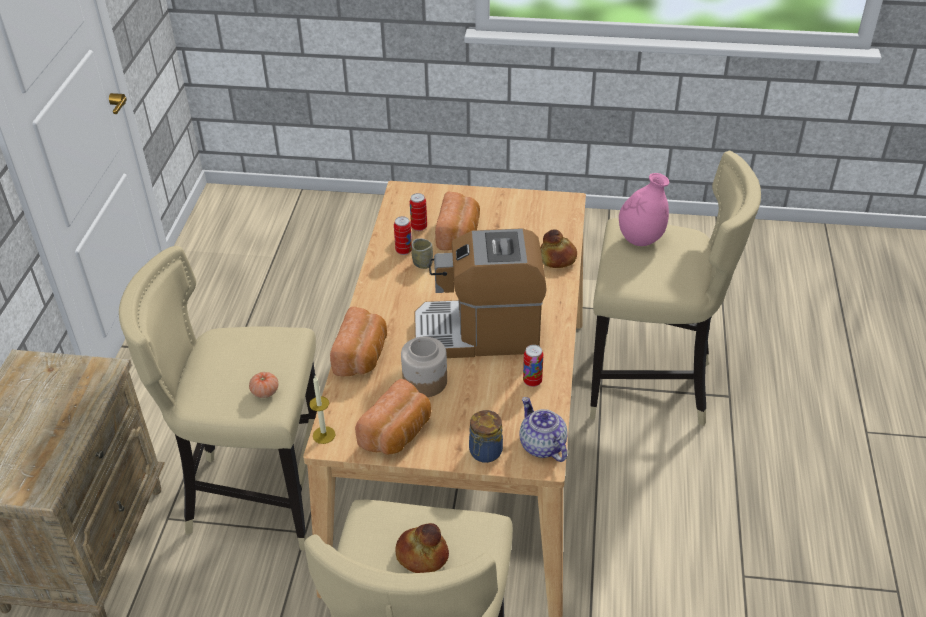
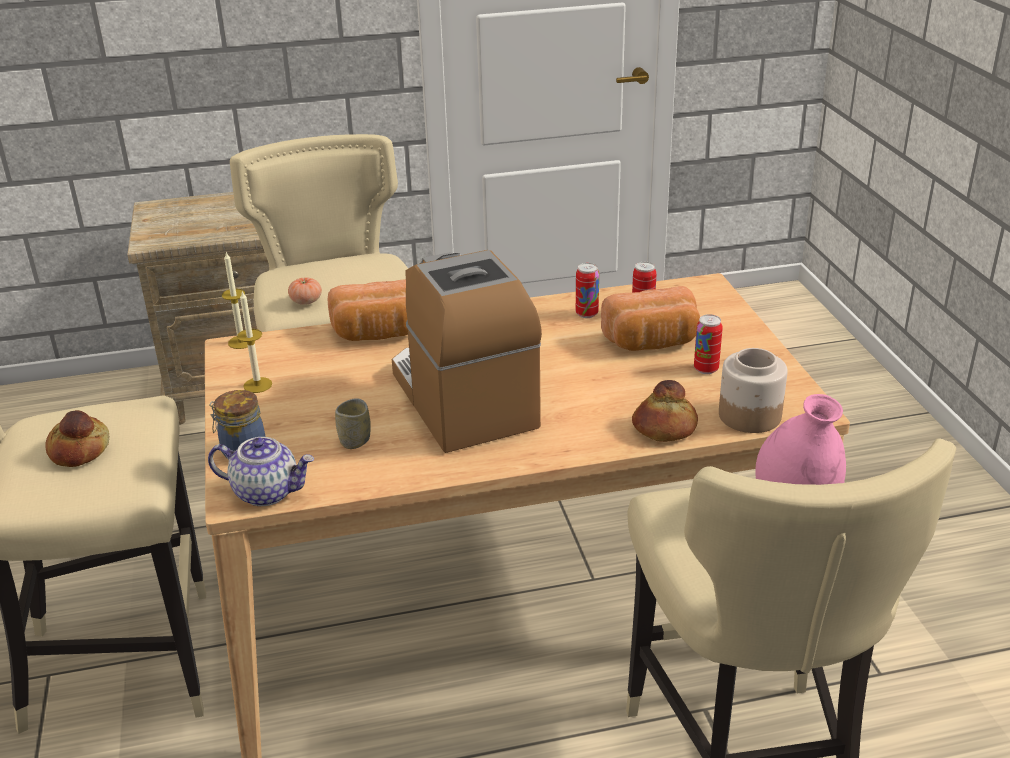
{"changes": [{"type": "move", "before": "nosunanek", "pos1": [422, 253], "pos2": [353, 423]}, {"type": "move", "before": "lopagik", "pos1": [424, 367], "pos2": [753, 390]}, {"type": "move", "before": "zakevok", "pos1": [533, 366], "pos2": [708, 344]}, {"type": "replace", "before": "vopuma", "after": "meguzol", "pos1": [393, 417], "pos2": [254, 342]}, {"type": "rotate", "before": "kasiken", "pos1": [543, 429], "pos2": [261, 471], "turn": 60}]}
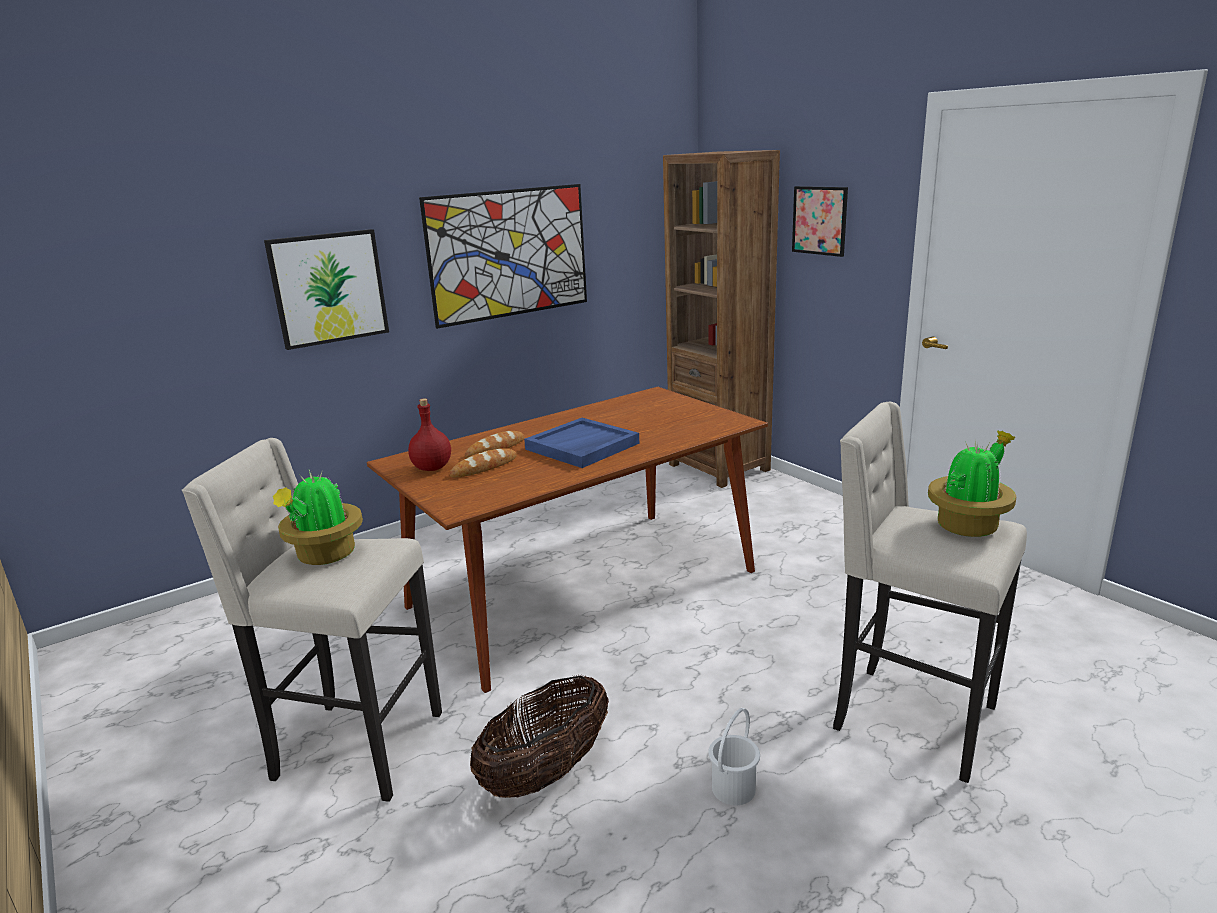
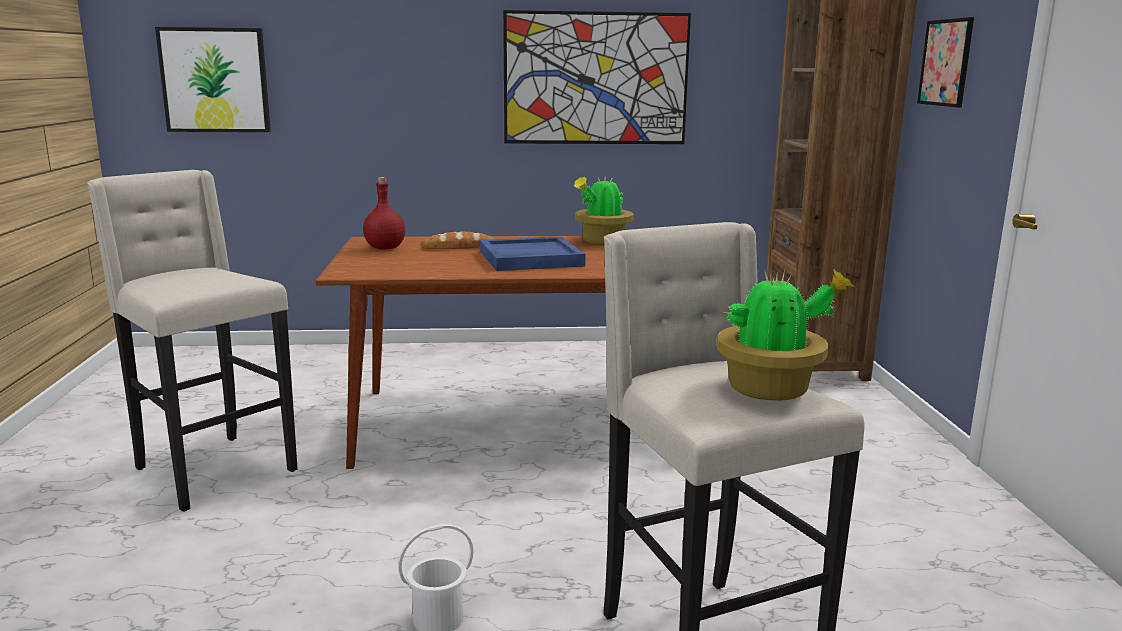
{"changes": [{"type": "move", "before": "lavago", "pos1": [326, 289], "pos2": [213, 79]}, {"type": "delete", "before": "vopuma", "pos1": [483, 463]}, {"type": "move", "before": "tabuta", "pos1": [318, 517], "pos2": [604, 209]}, {"type": "delete", "before": "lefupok", "pos1": [539, 736]}]}
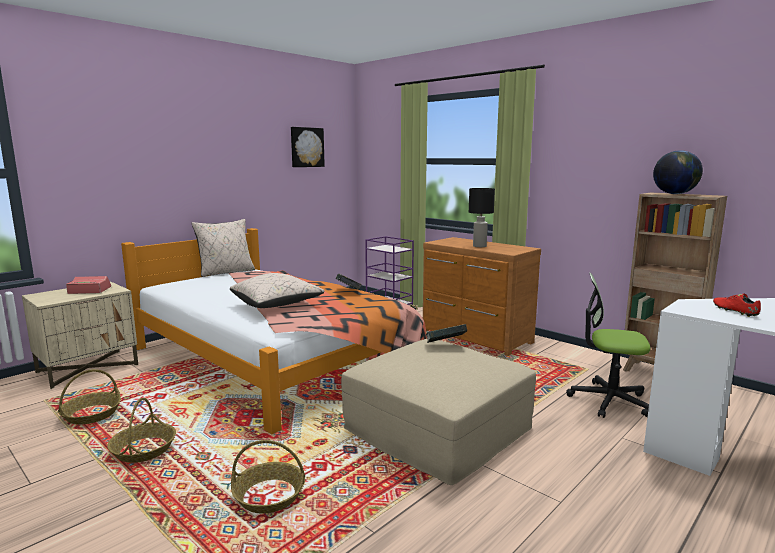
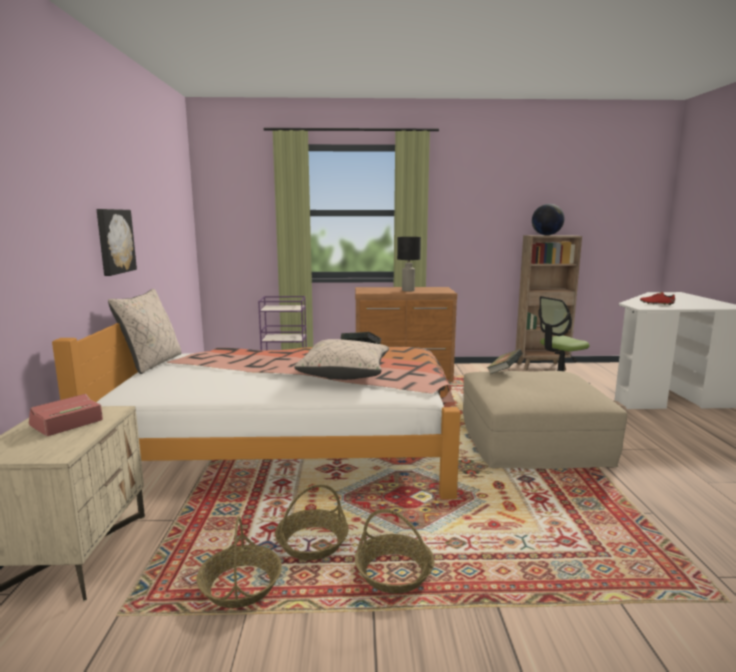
{"changes": [{"type": "move", "before": "lavago", "pos1": [308, 147], "pos2": [116, 242]}, {"type": "move", "before": "lefupok", "pos1": [268, 476], "pos2": [312, 522]}]}
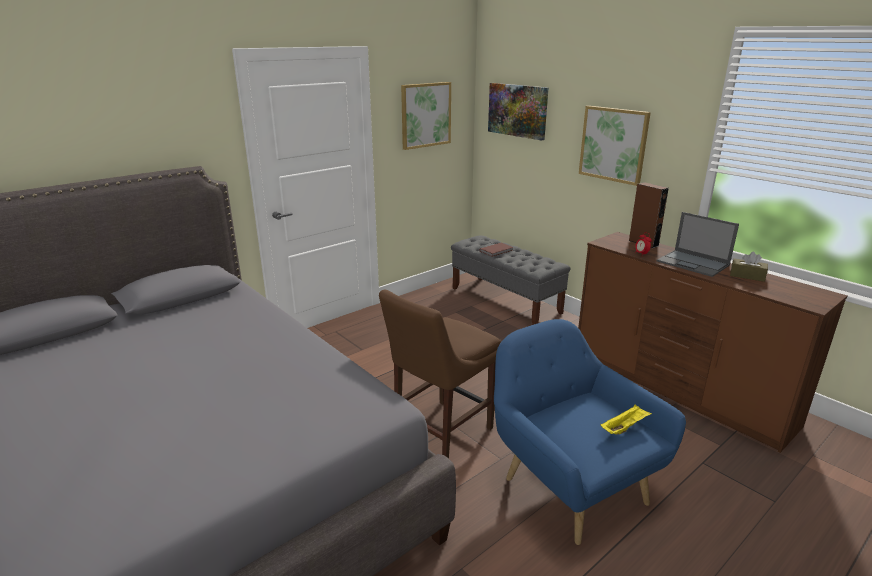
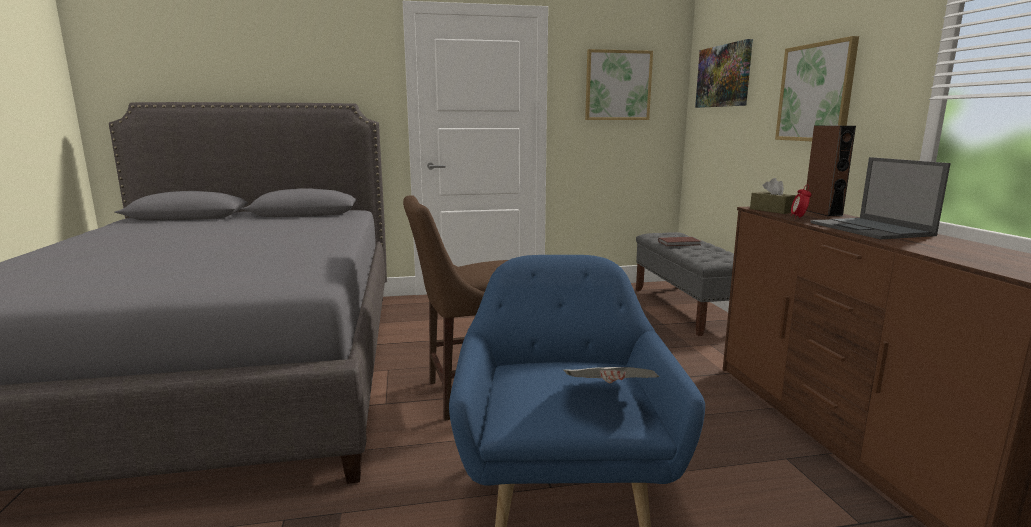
{"changes": [{"type": "move", "before": "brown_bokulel", "pos1": [749, 267], "pos2": [773, 196]}, {"type": "replace", "before": "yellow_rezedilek", "after": "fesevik", "pos1": [626, 419], "pos2": [612, 375]}]}
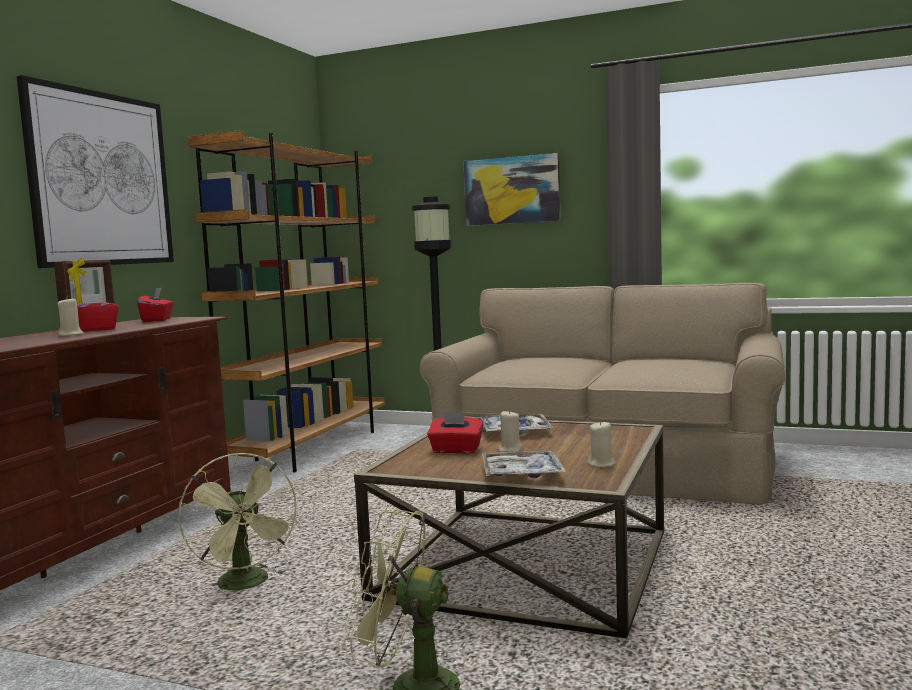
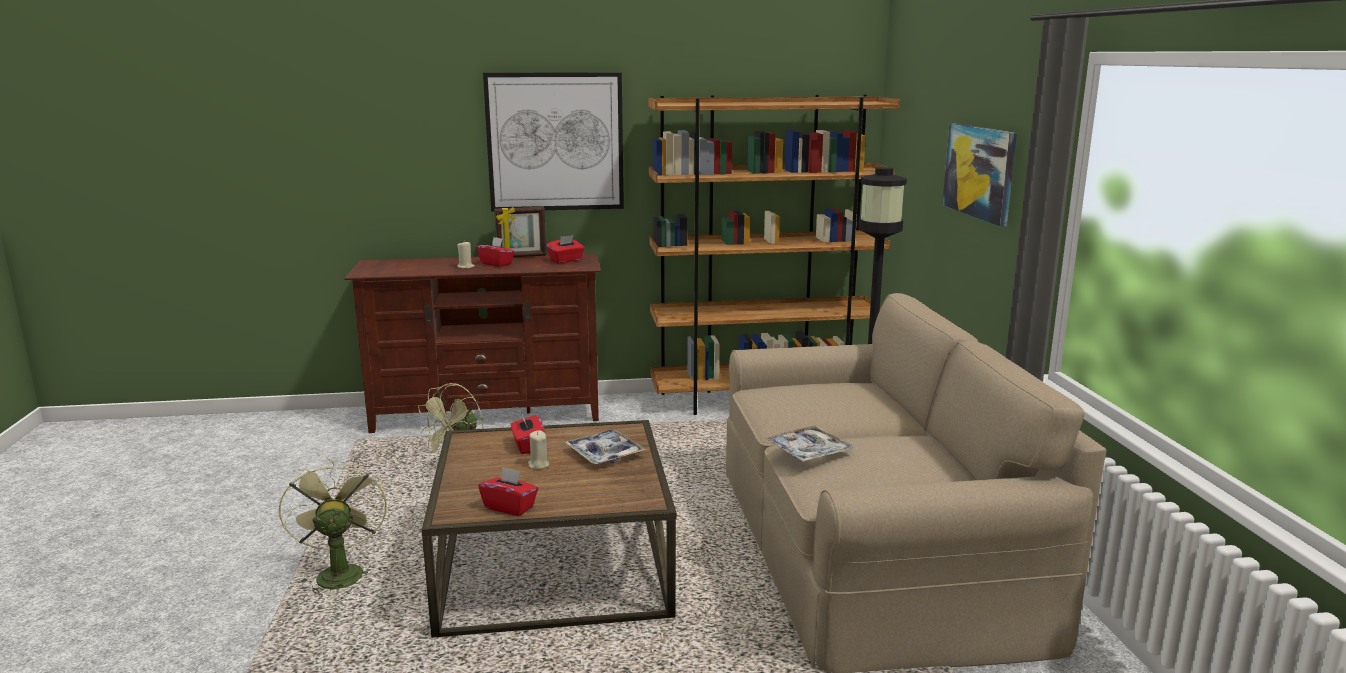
{"changes": [{"type": "replace", "before": "beige_meguzol", "after": "red_bokulel", "pos1": [601, 444], "pos2": [508, 491]}, {"type": "move", "before": "rezedilek", "pos1": [524, 464], "pos2": [809, 443]}]}
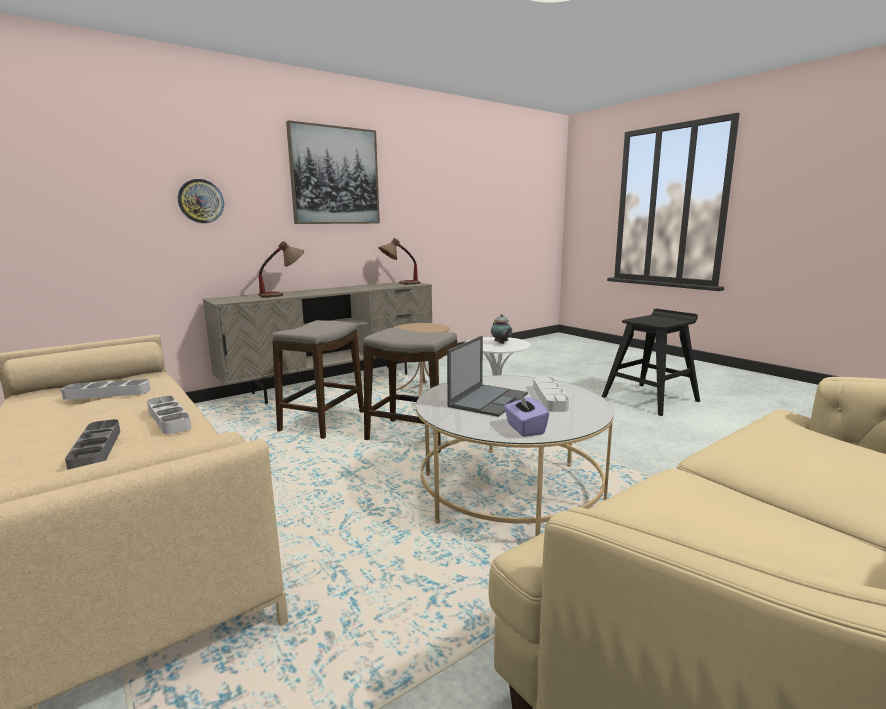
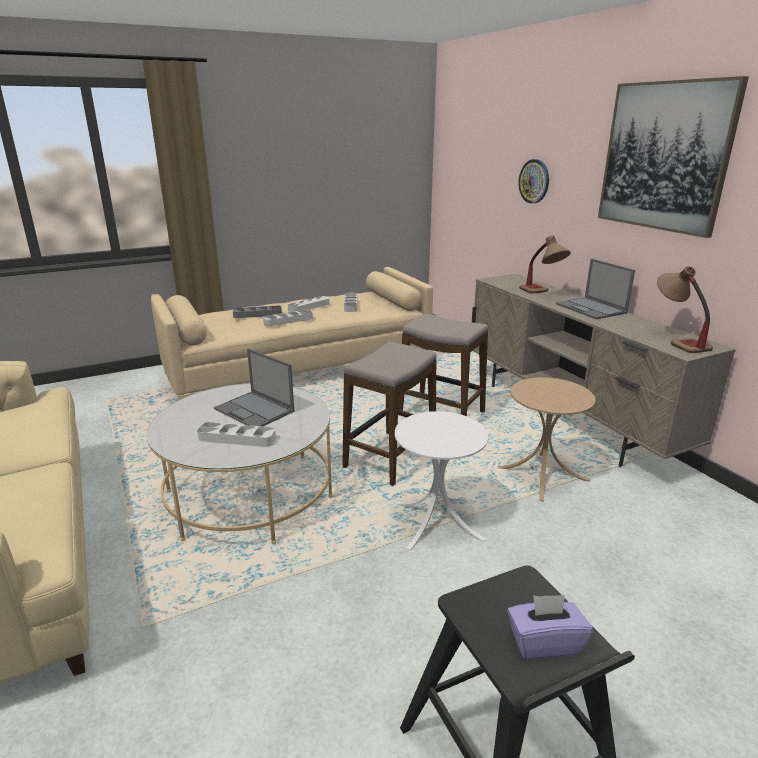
{"changes": [{"type": "delete", "before": "kasiken", "pos1": [501, 329]}, {"type": "move", "before": "purple_bokulel", "pos1": [526, 414], "pos2": [550, 627]}, {"type": "insert", "after": "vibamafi", "pos2": [595, 289]}, {"type": "insert", "after": "grey_rezedilek", "pos2": [309, 304]}]}
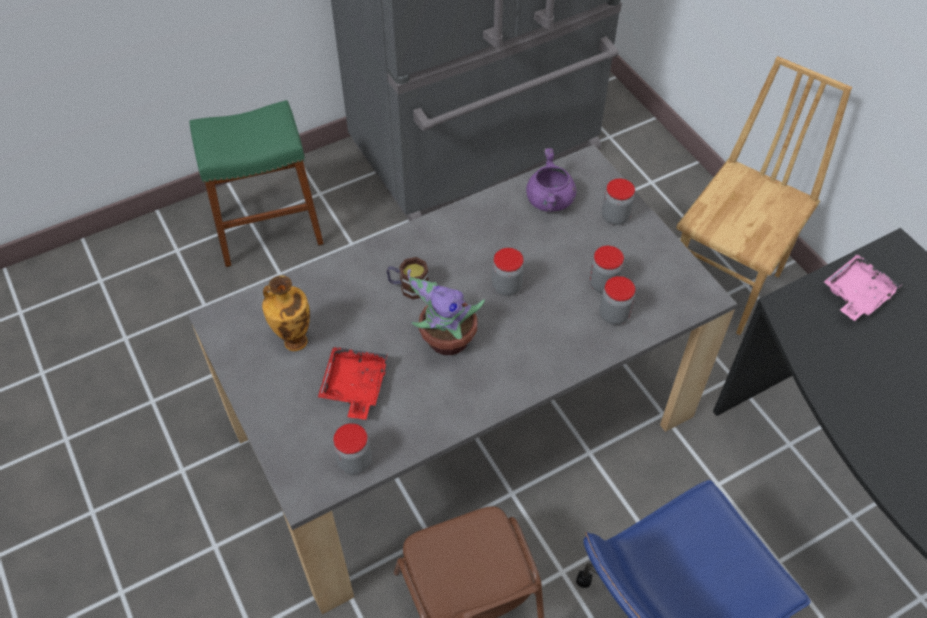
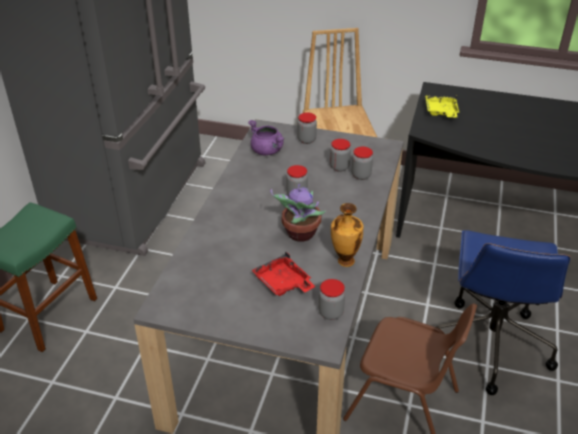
{"changes": [{"type": "recolor", "before": "pink_rezedilek", "after": "yellow_rezedilek", "pos1": [864, 287], "pos2": [442, 106]}, {"type": "delete", "before": "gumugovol", "pos1": [408, 278]}, {"type": "move", "before": "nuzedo", "pos1": [286, 313], "pos2": [347, 235]}]}
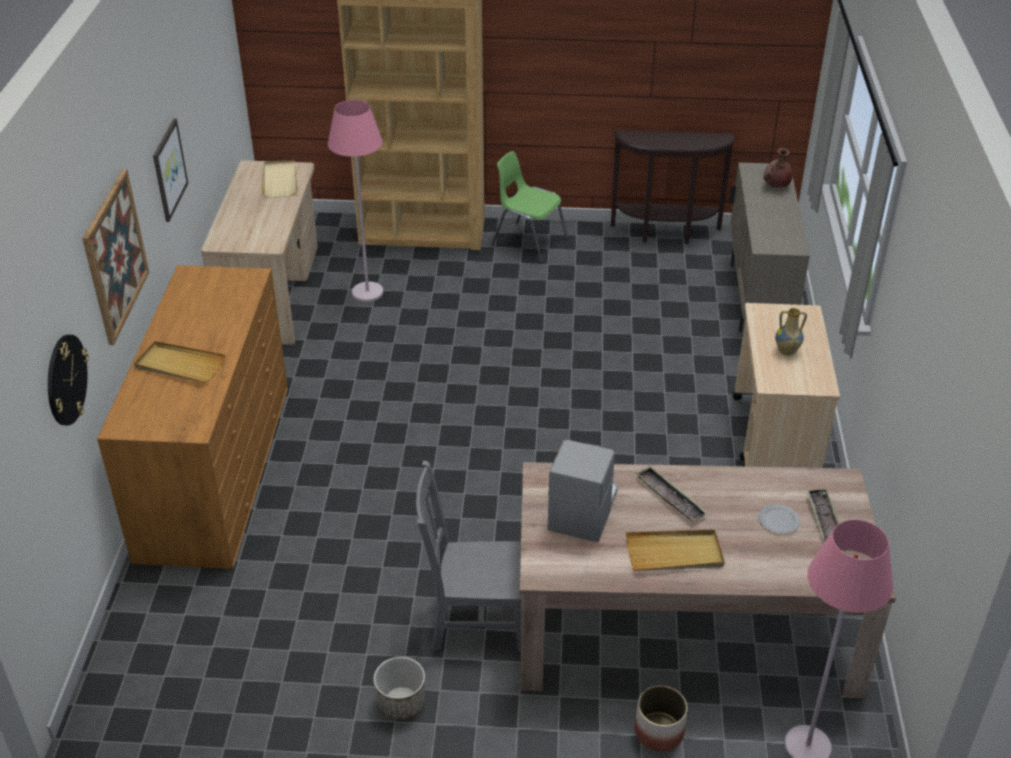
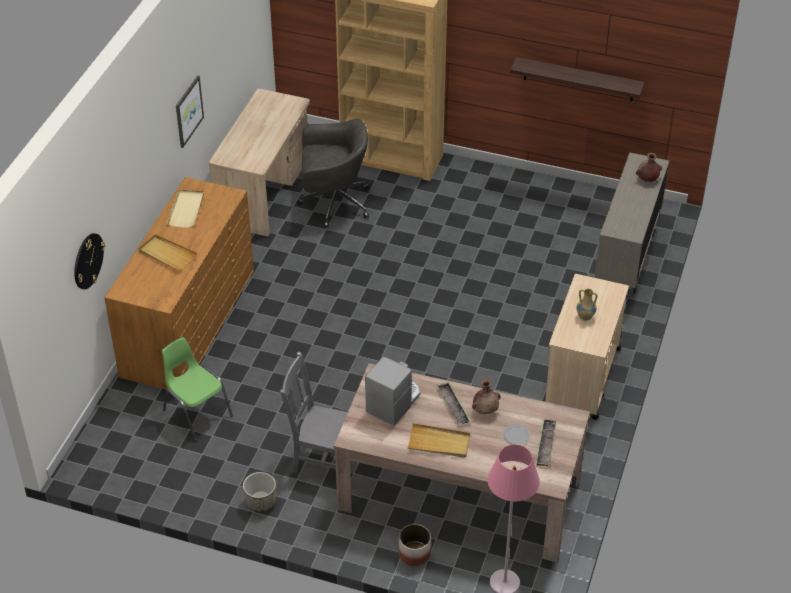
{"changes": [{"type": "replace", "before": "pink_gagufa", "after": "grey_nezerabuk", "pos1": [355, 201], "pos2": [333, 173]}, {"type": "delete", "before": "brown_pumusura", "pos1": [673, 187]}, {"type": "move", "before": "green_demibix", "pos1": [529, 207], "pos2": [197, 389]}, {"type": "move", "before": "beige_rezedilek", "pos1": [279, 179], "pos2": [185, 208]}, {"type": "delete", "before": "lavago", "pos1": [115, 257]}, {"type": "insert", "after": "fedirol", "pos2": [577, 79]}, {"type": "insert", "after": "brown_nuzedo", "pos2": [486, 396]}]}
